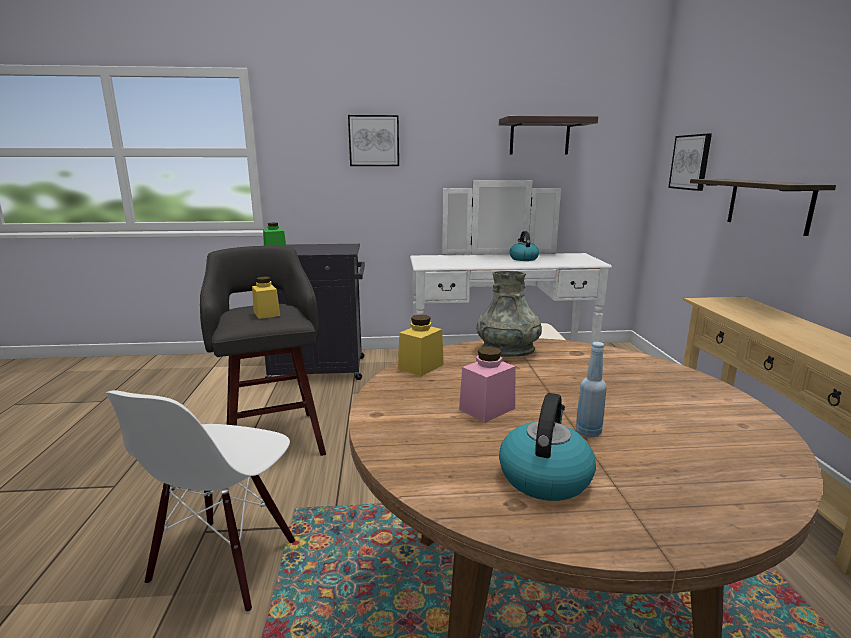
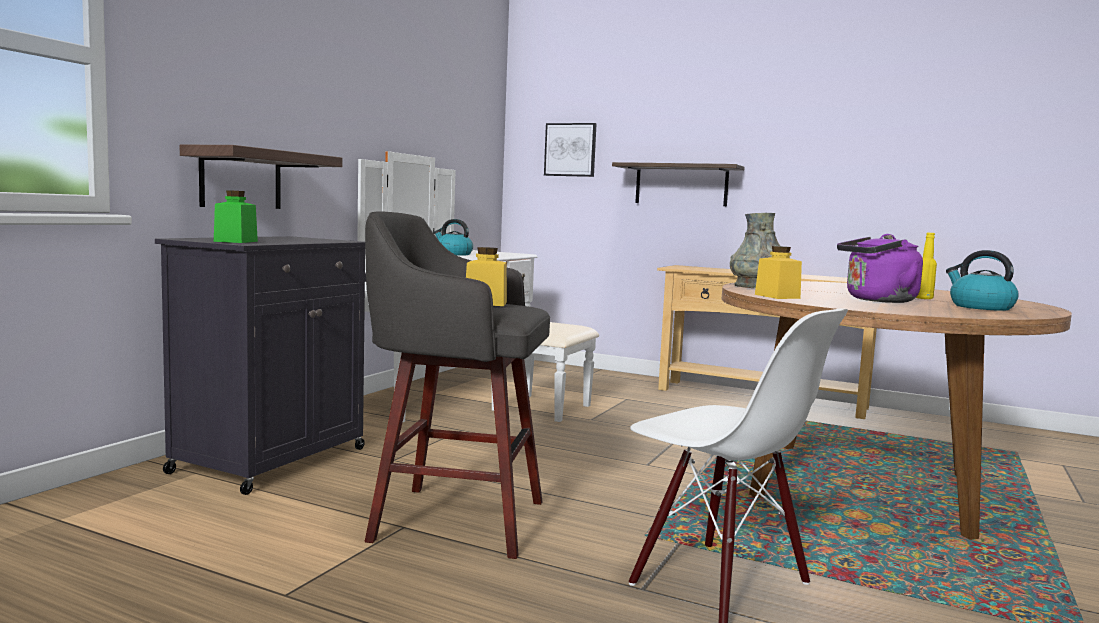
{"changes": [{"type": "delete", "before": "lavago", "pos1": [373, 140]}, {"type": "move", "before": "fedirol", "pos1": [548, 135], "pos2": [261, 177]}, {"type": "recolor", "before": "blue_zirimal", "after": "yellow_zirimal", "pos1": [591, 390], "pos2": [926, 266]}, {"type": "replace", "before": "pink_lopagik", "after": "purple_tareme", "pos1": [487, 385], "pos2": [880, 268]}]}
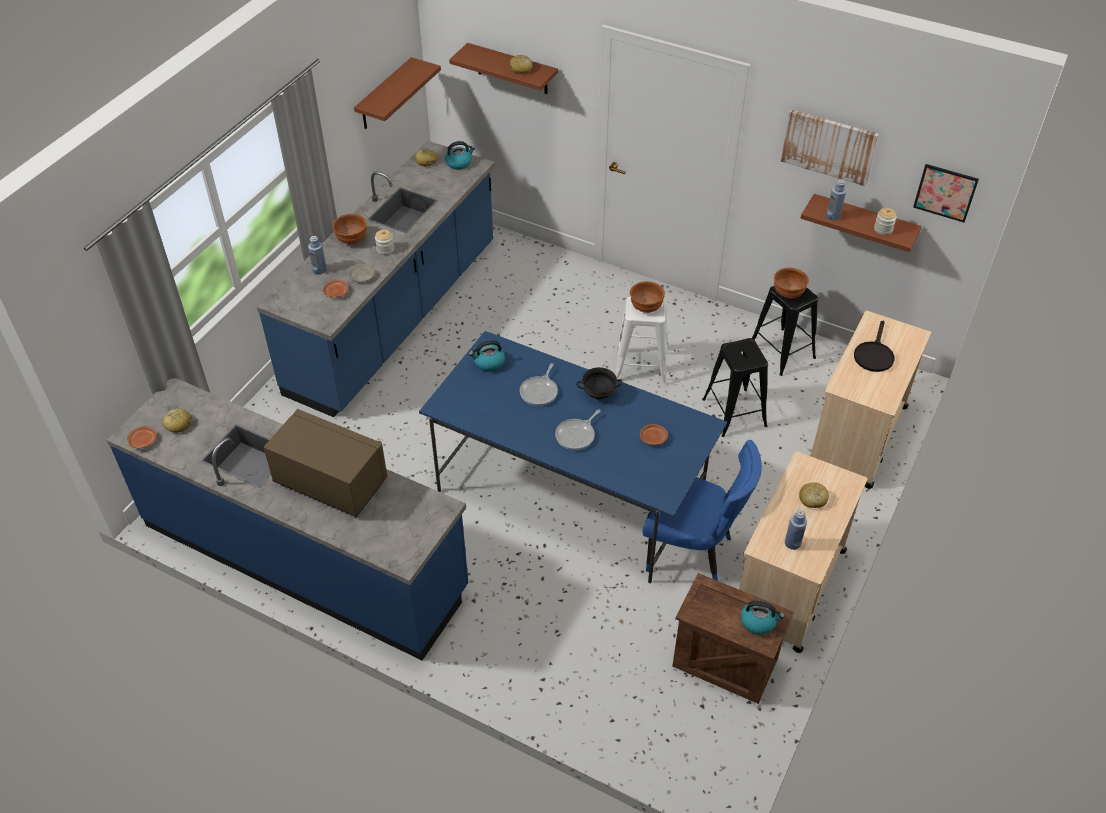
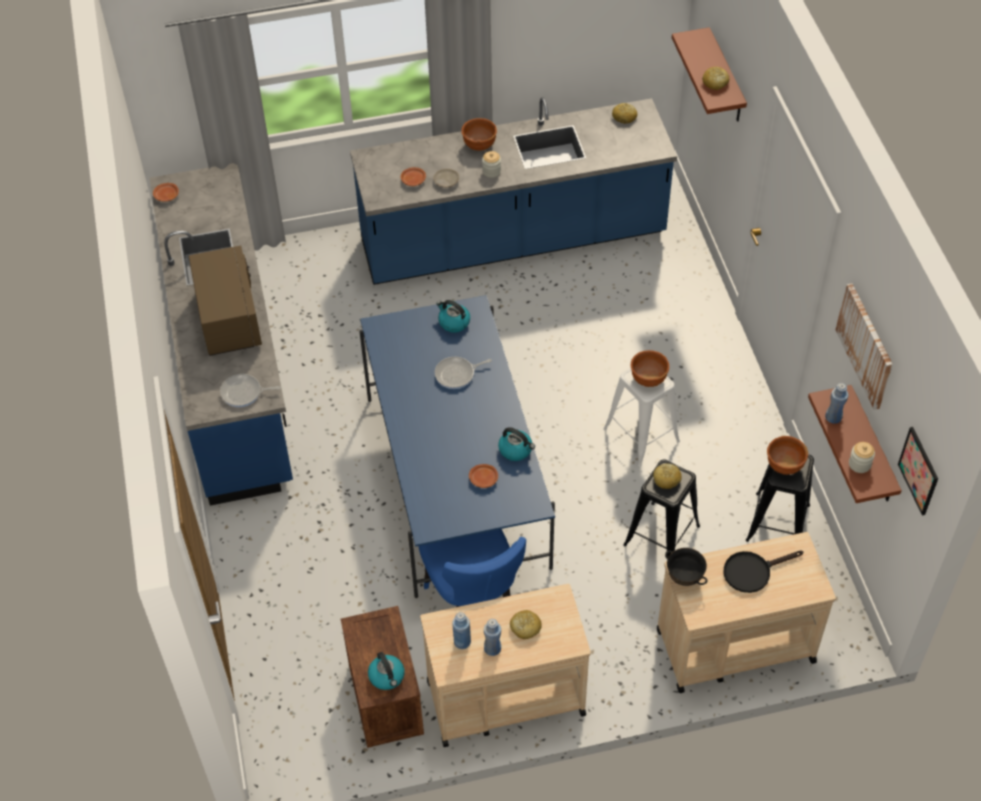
{"changes": [{"type": "delete", "before": "brown_fedirol", "pos1": [397, 93]}, {"type": "move", "before": "tareme", "pos1": [460, 155], "pos2": [516, 444]}, {"type": "move", "before": "blue_zirimal", "pos1": [317, 255], "pos2": [492, 637]}, {"type": "move", "before": "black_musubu", "pos1": [599, 383], "pos2": [686, 567]}, {"type": "move", "before": "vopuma", "pos1": [177, 421], "pos2": [667, 476]}, {"type": "move", "before": "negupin", "pos1": [578, 430], "pos2": [250, 390]}]}
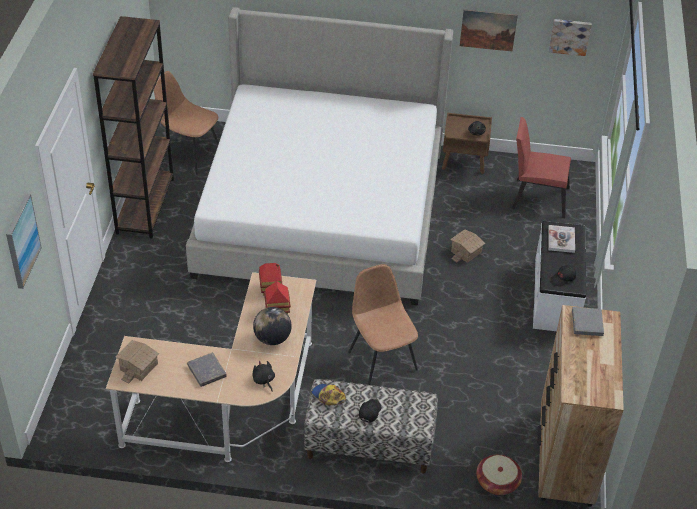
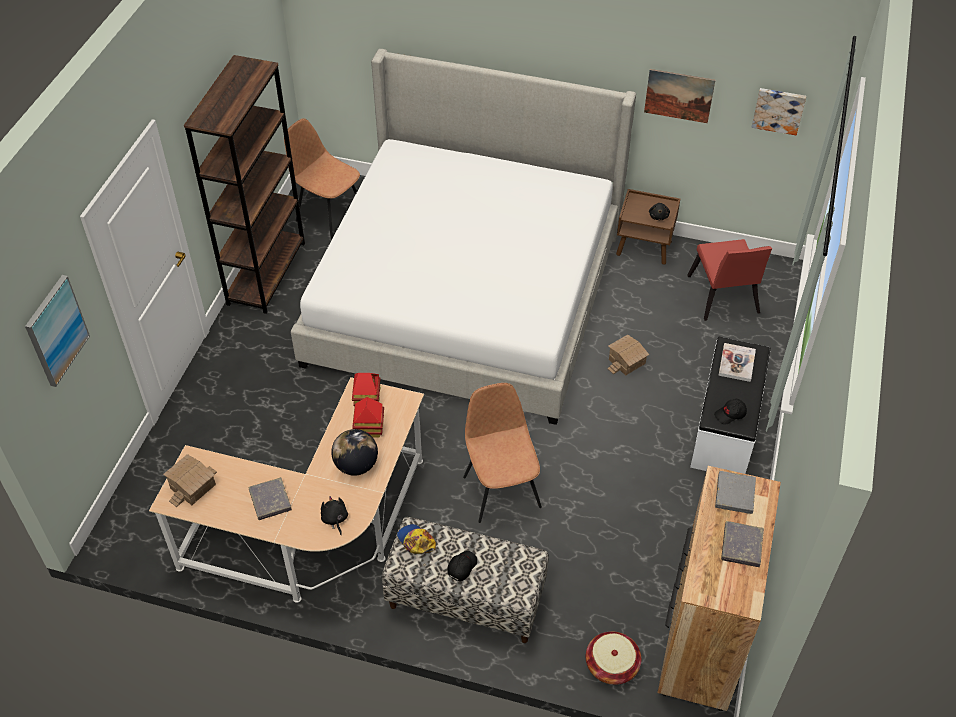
{"changes": [{"type": "rotate", "before": "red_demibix", "pos1": [541, 167], "pos2": [729, 280], "turn": -120}, {"type": "insert", "after": "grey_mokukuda", "pos2": [742, 544]}]}
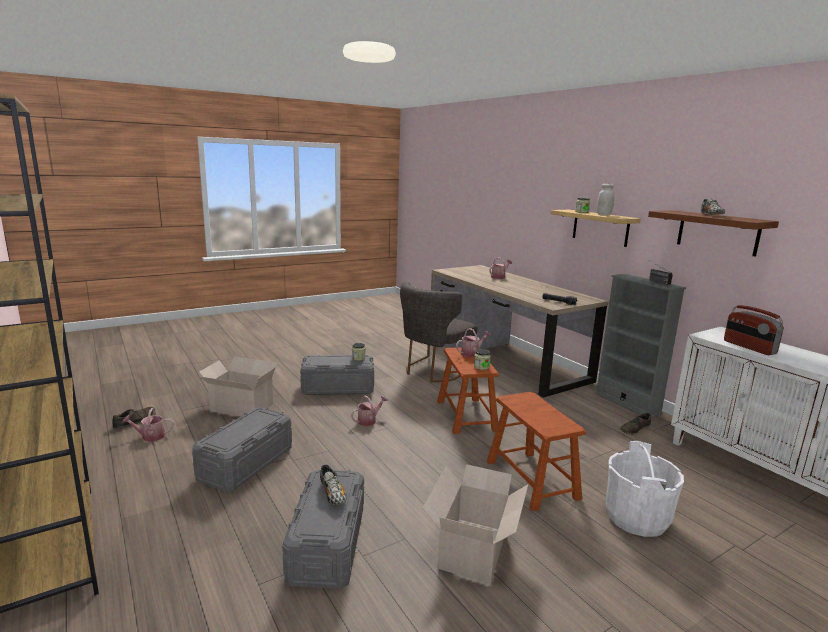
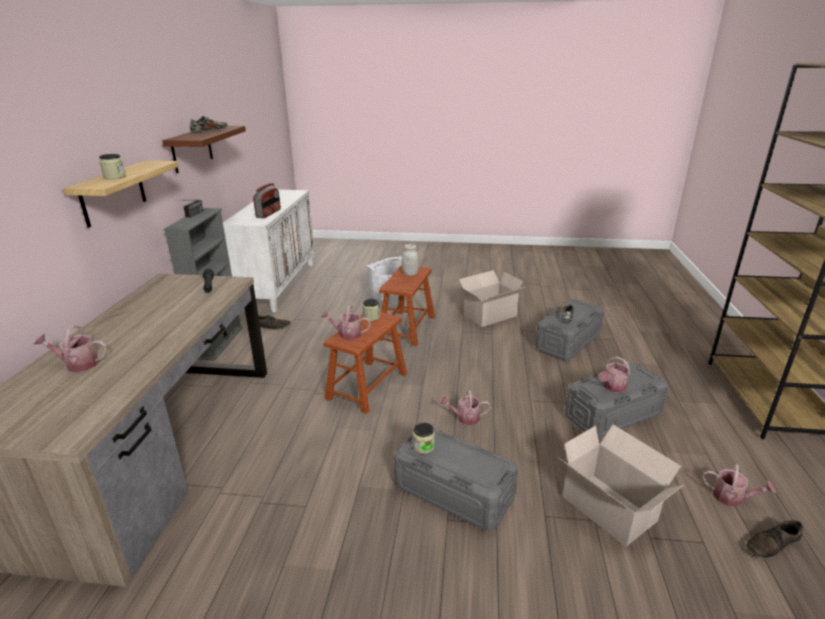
{"changes": [{"type": "move", "before": "white_lopagik", "pos1": [605, 199], "pos2": [410, 260]}, {"type": "delete", "before": "grey_demibix", "pos1": [439, 332]}, {"type": "insert", "after": "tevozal", "pos2": [614, 374]}]}
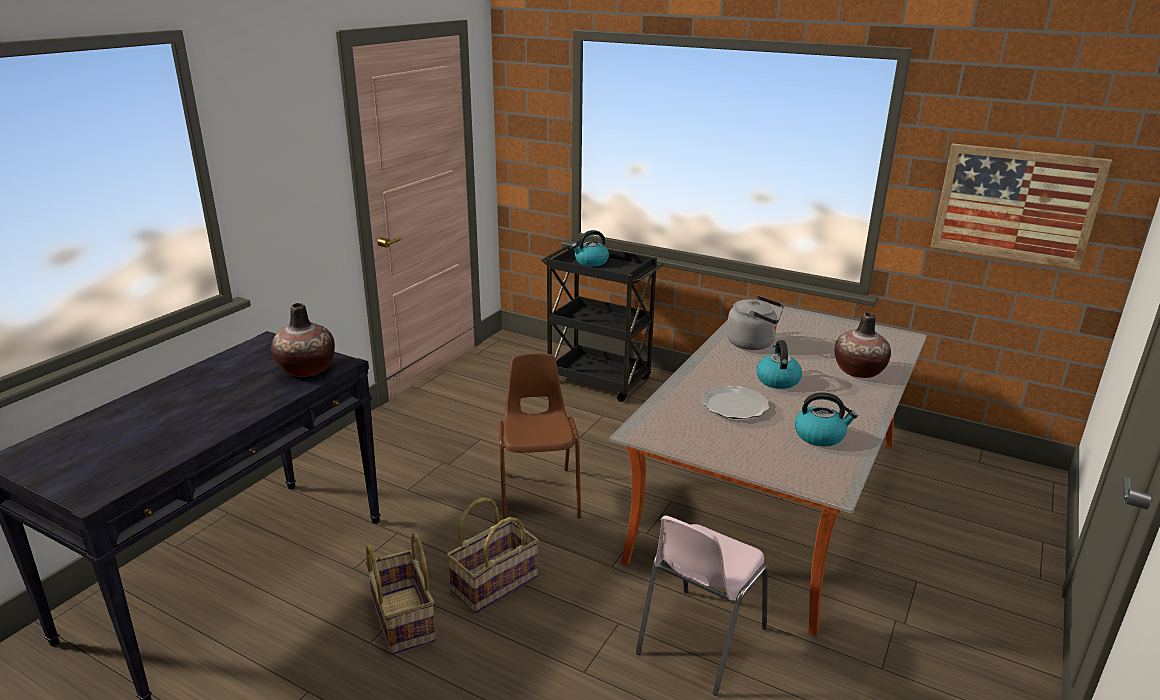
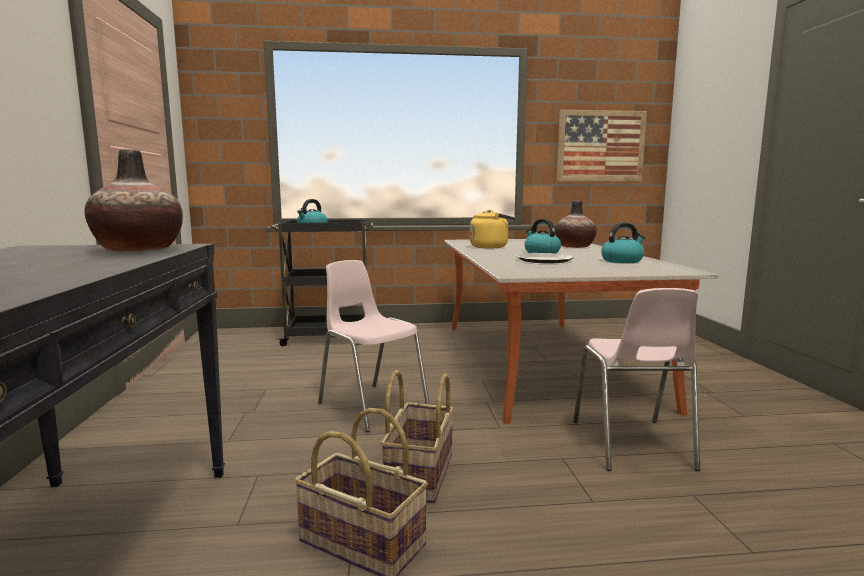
{"changes": [{"type": "recolor", "before": "grey_tareme", "after": "yellow_tareme", "pos1": [755, 323], "pos2": [492, 229]}, {"type": "recolor", "before": "brown_demibix", "after": "pink_demibix", "pos1": [540, 436], "pos2": [374, 346]}]}
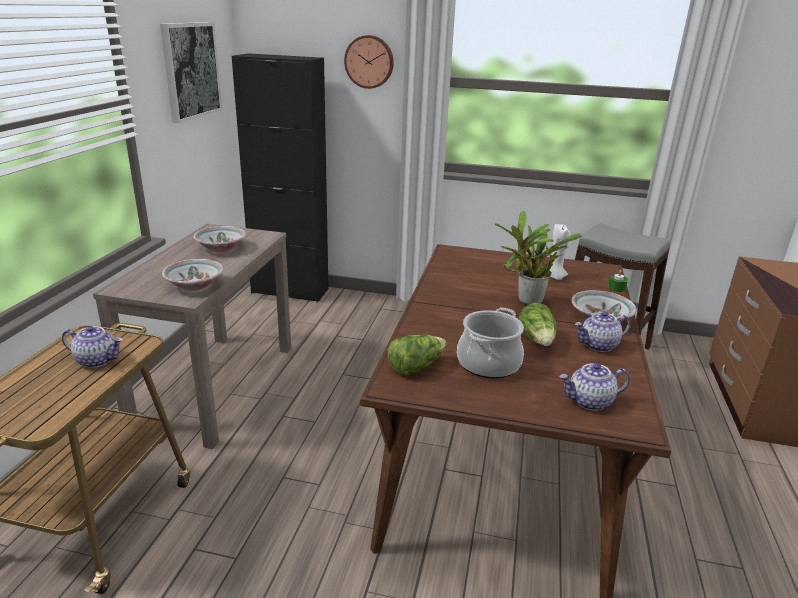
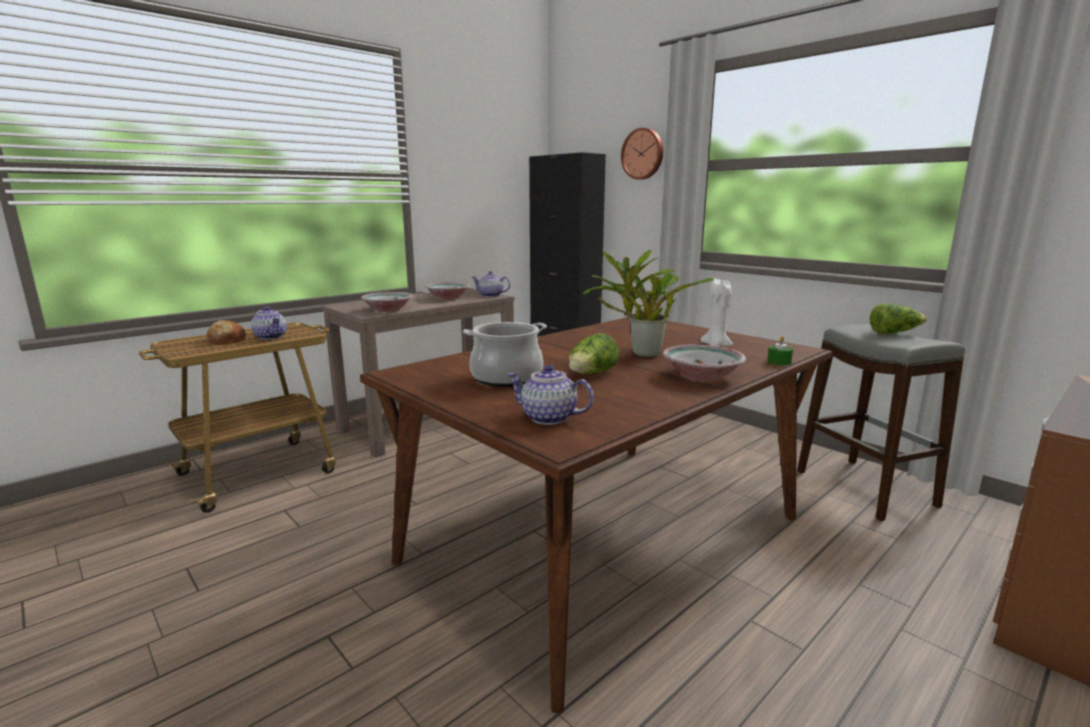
{"changes": [{"type": "delete", "before": "lavago", "pos1": [191, 72]}, {"type": "move", "before": "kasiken", "pos1": [603, 331], "pos2": [491, 284]}, {"type": "move", "before": "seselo", "pos1": [417, 355], "pos2": [898, 319]}, {"type": "insert", "after": "vopuma", "pos2": [227, 332]}]}
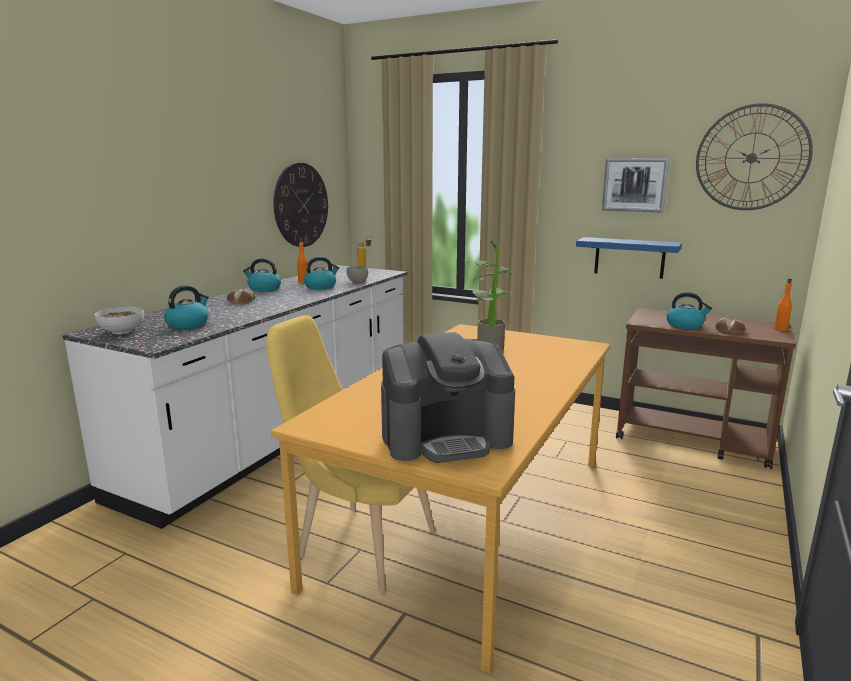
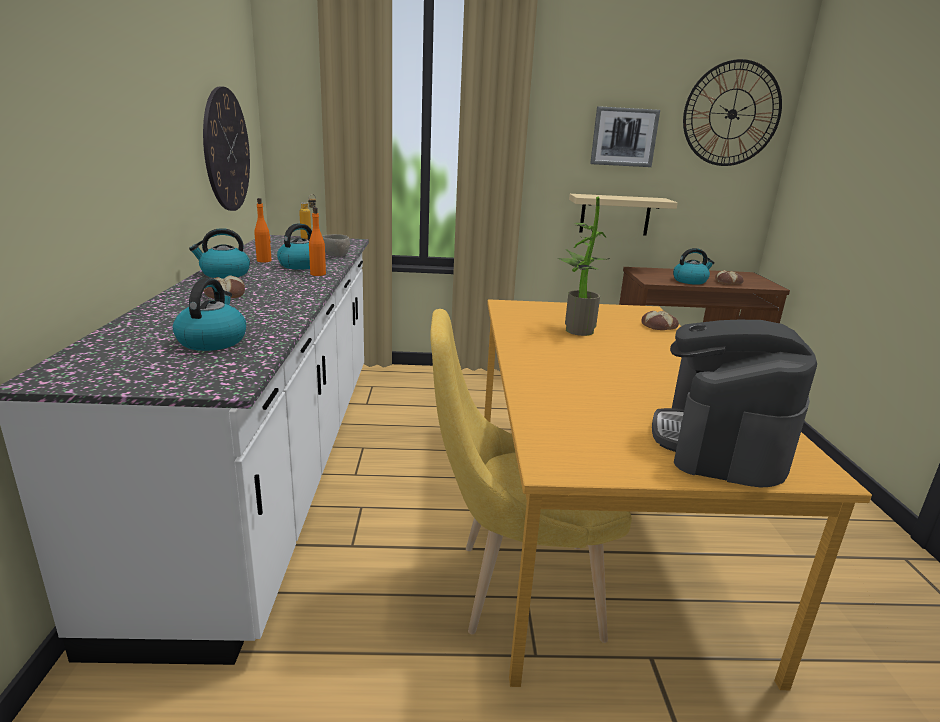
{"changes": [{"type": "recolor", "before": "blue_fedirol", "after": "beige_fedirol", "pos1": [629, 258], "pos2": [623, 214]}, {"type": "move", "before": "orange_zirimal", "pos1": [783, 304], "pos2": [317, 241]}, {"type": "delete", "before": "musubu", "pos1": [119, 320]}, {"type": "rotate", "before": "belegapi", "pos1": [448, 397], "pos2": [734, 404], "turn": 150}, {"type": "insert", "after": "vopuma", "pos2": [660, 320]}]}
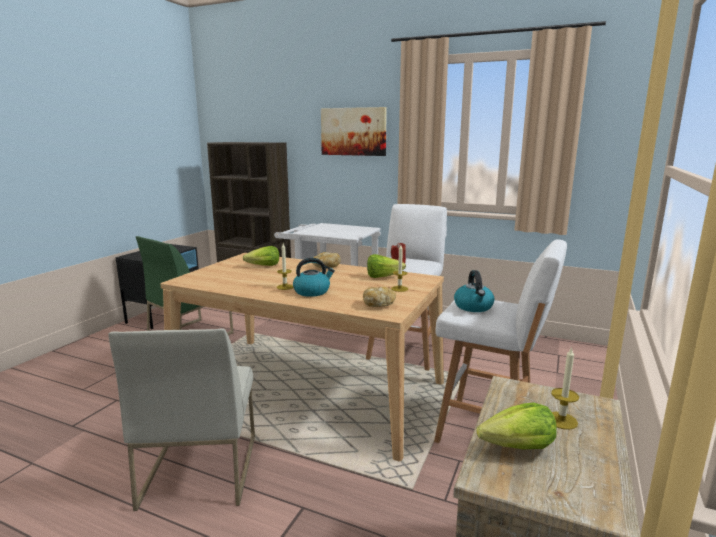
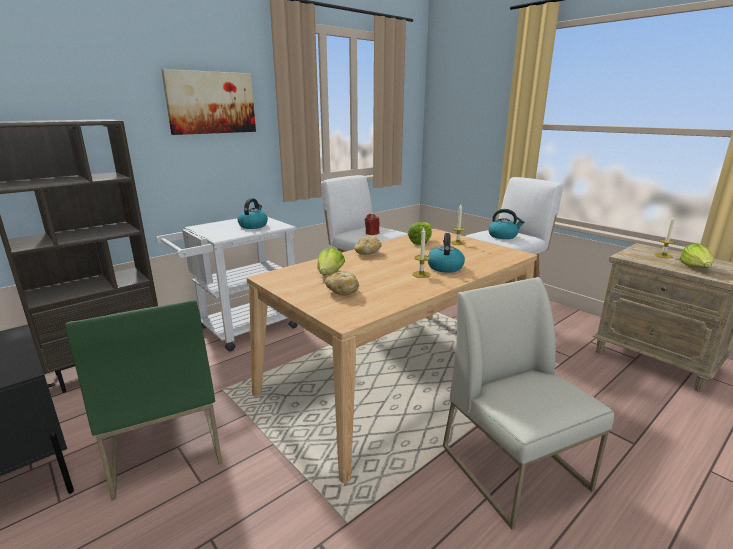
{"changes": [{"type": "move", "before": "vopuma", "pos1": [379, 297], "pos2": [342, 283]}, {"type": "rotate", "before": "white_demibix", "pos1": [181, 419], "pos2": [528, 403], "turn": -135}, {"type": "insert", "after": "tareme", "pos2": [253, 213]}]}
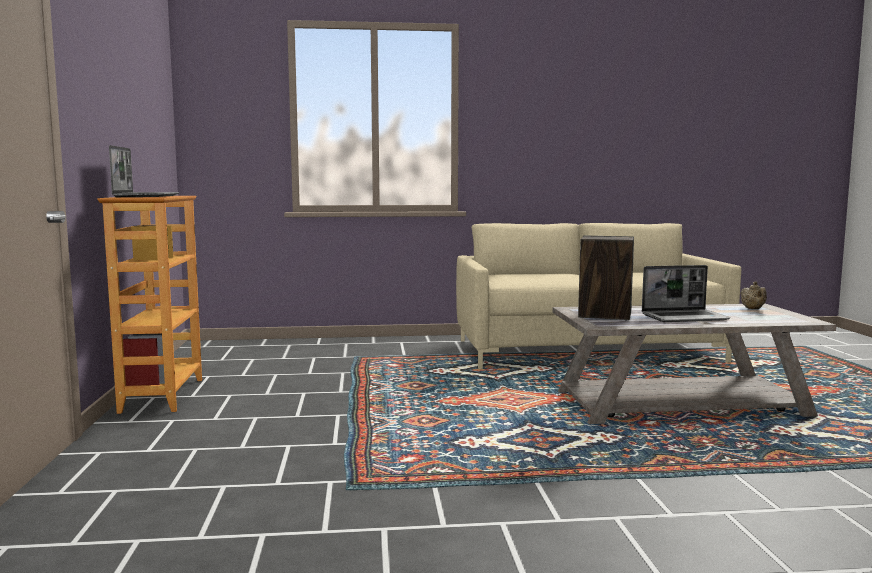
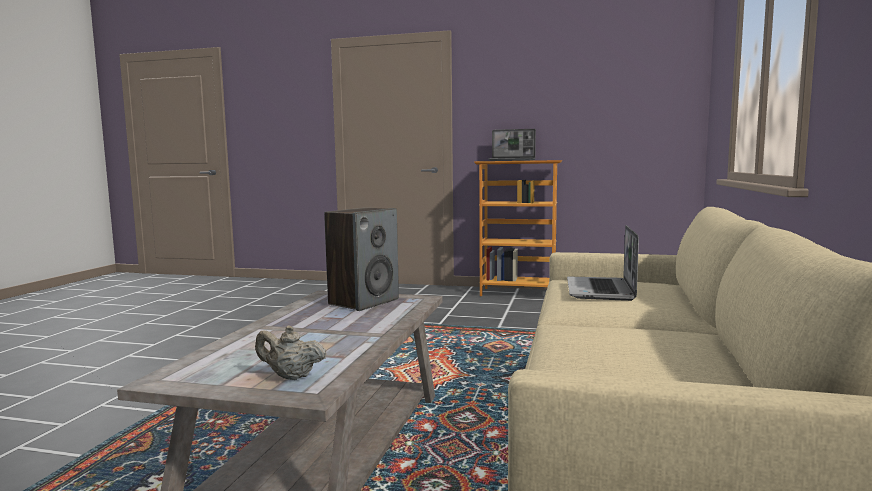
{"changes": [{"type": "move", "before": "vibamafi", "pos1": [686, 293], "pos2": [603, 263]}]}
